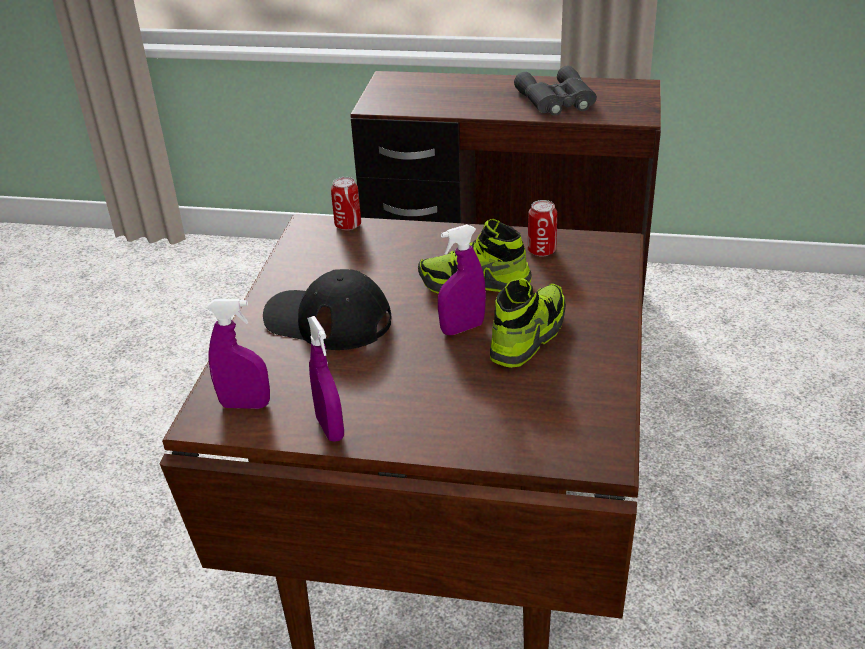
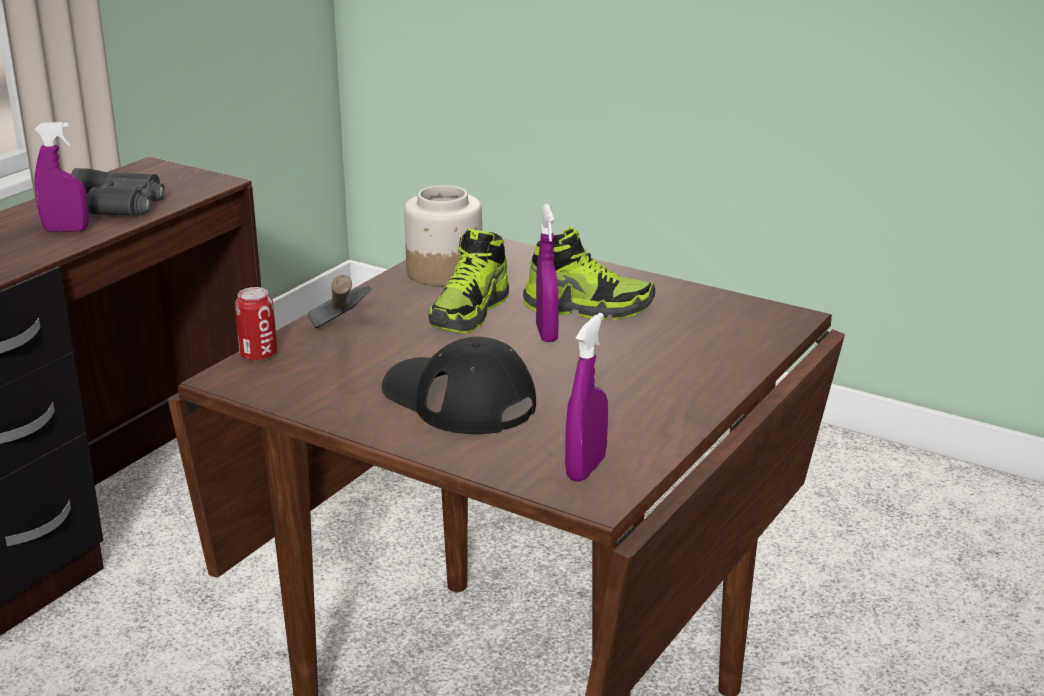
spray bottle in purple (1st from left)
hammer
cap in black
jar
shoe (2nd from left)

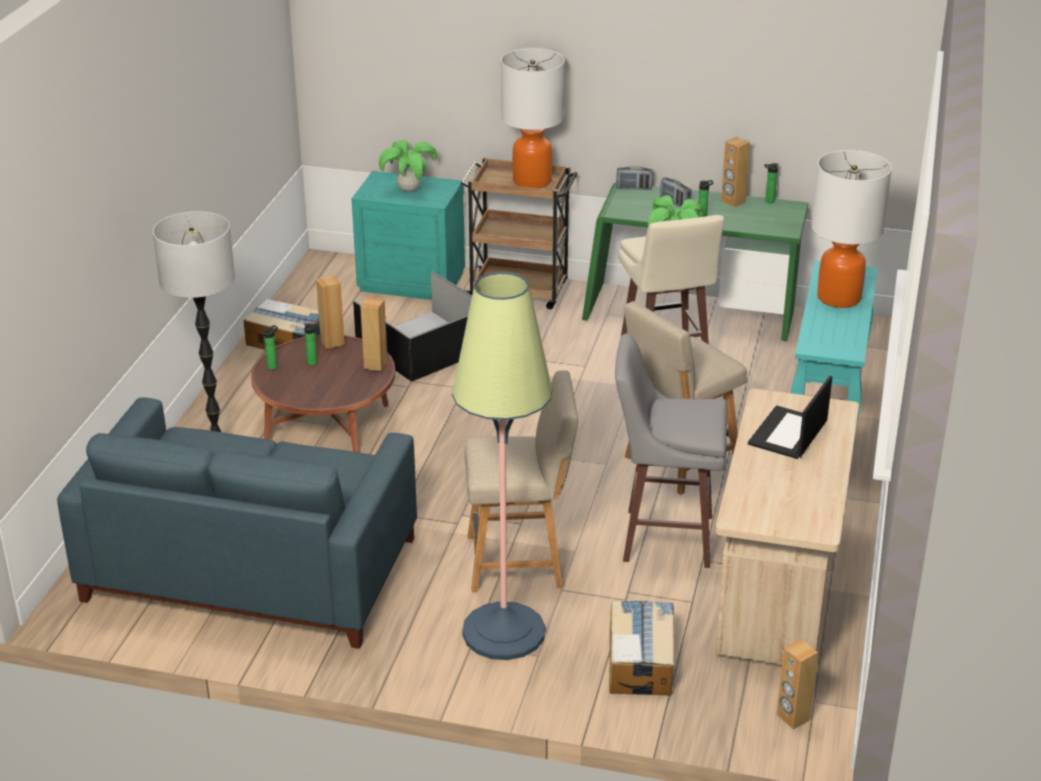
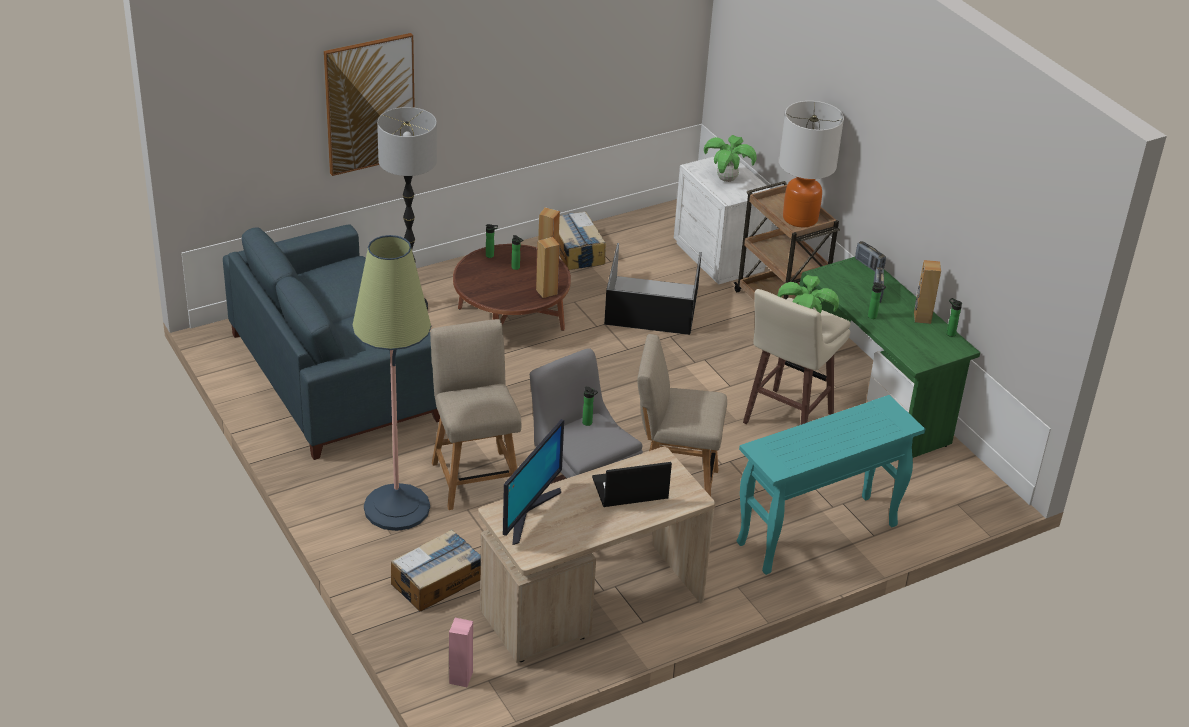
picture
chair in beige (1st from left)
speaker in pink
monitor
bottle (3rd from left)
nightstand in white
table lamp (2nd from left in the first image)

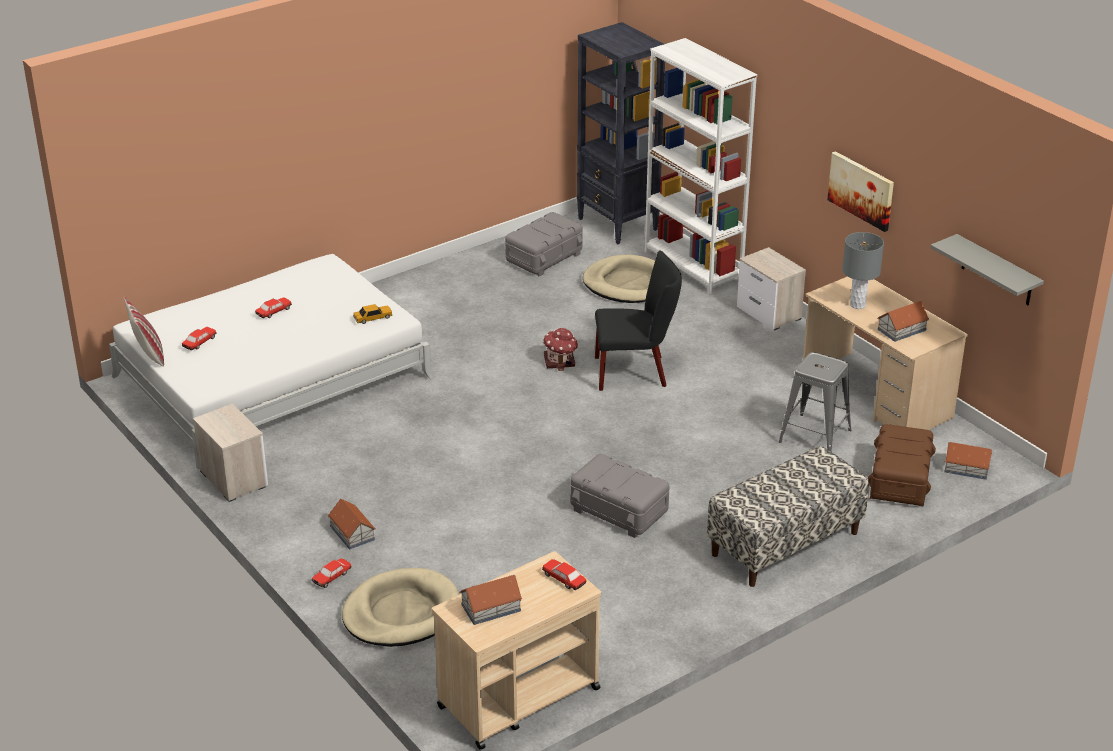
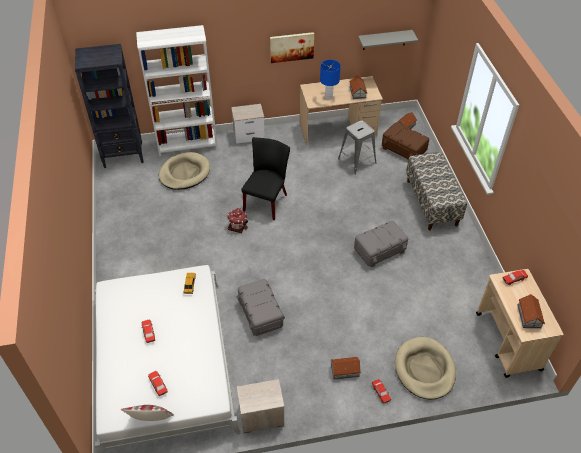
storage box in grey (1st from left)
table lamp in blue

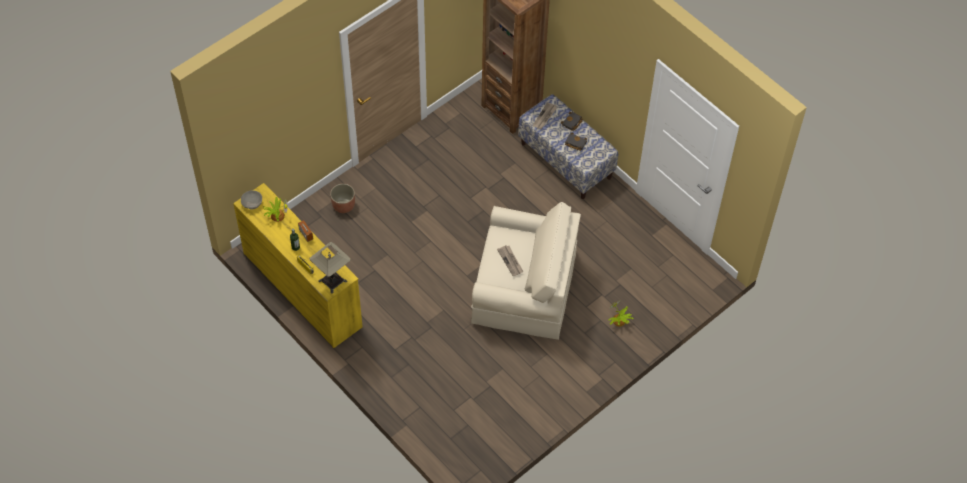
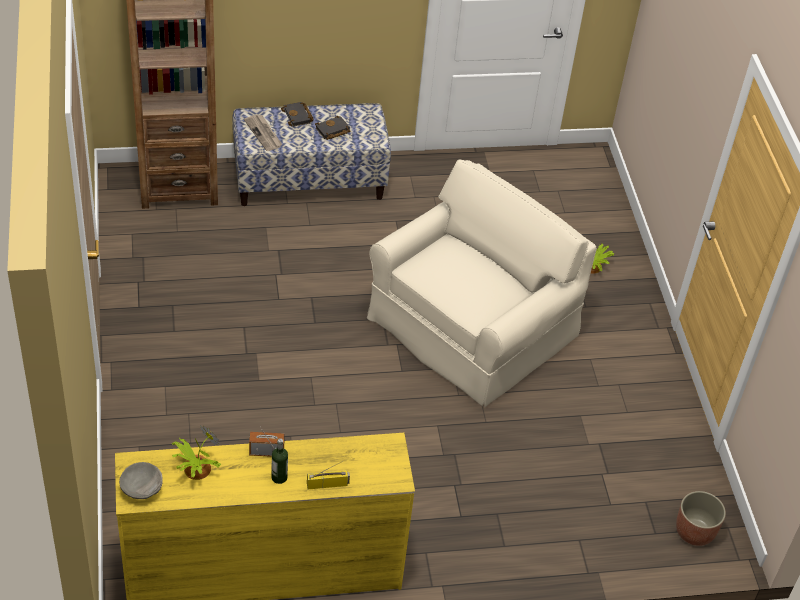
planter
table lamp
newspaper (1st from left in the first image)

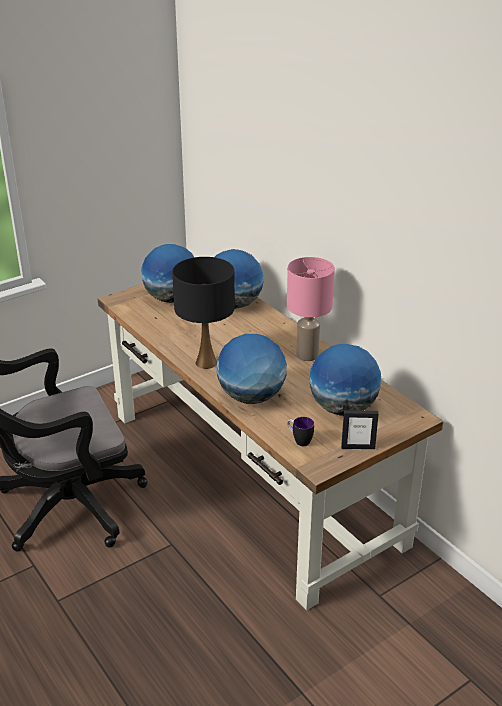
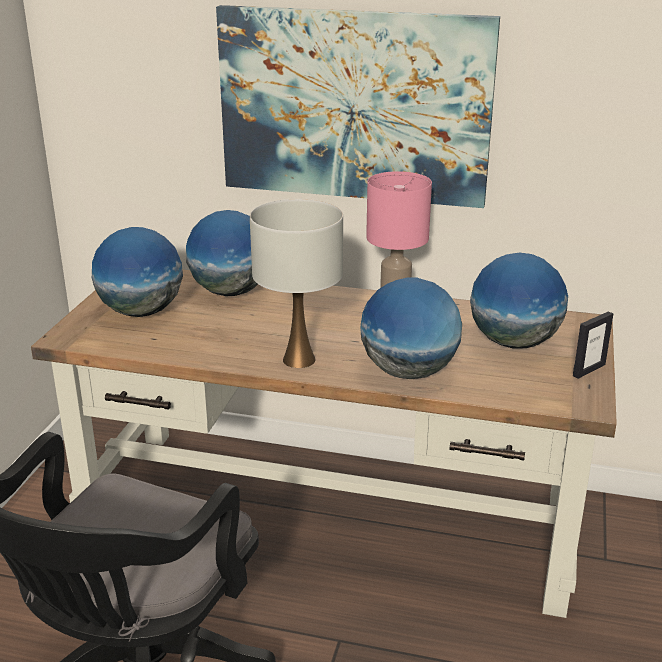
picture
table lamp in white
mug

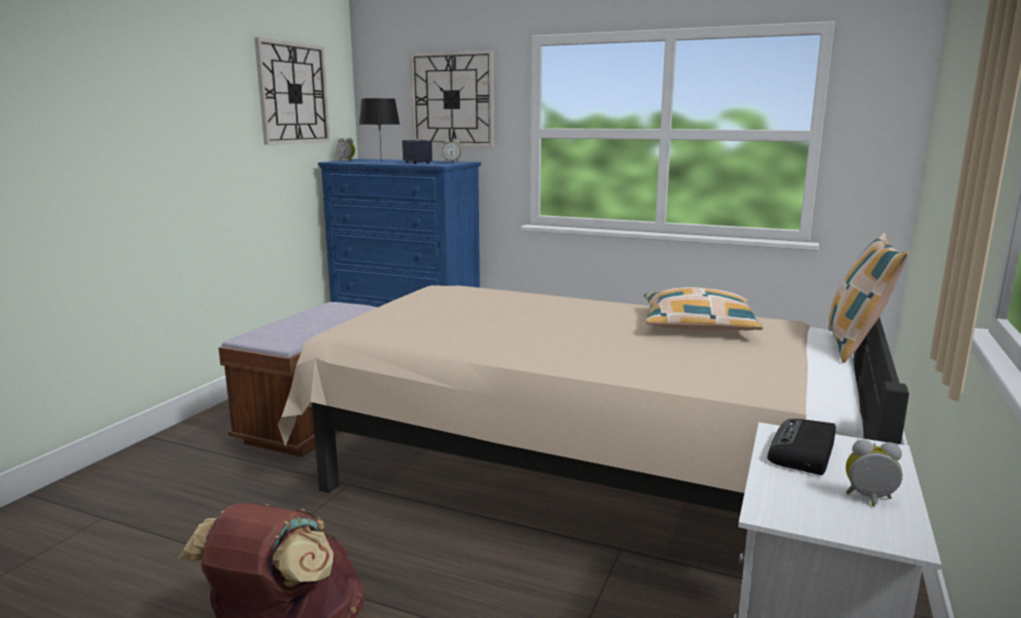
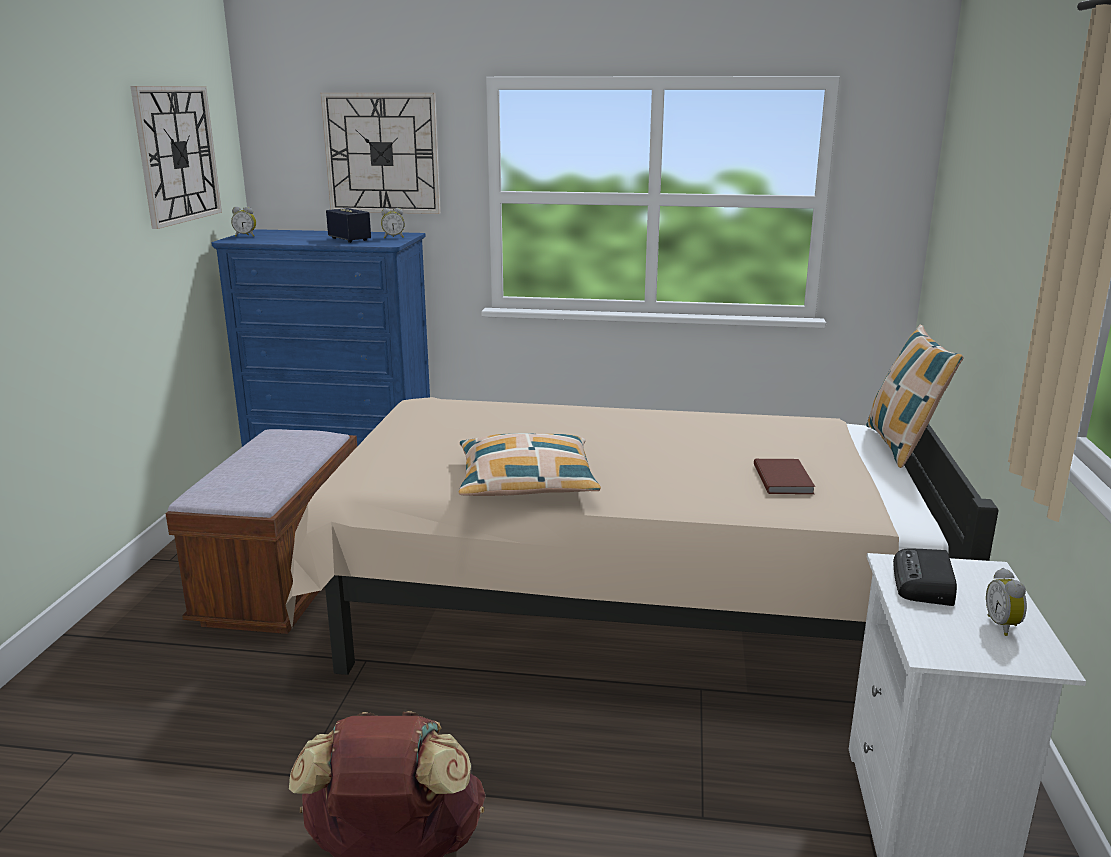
pillow (1st from left)
book in brown
alarm clock (3rd from left)
table lamp in black

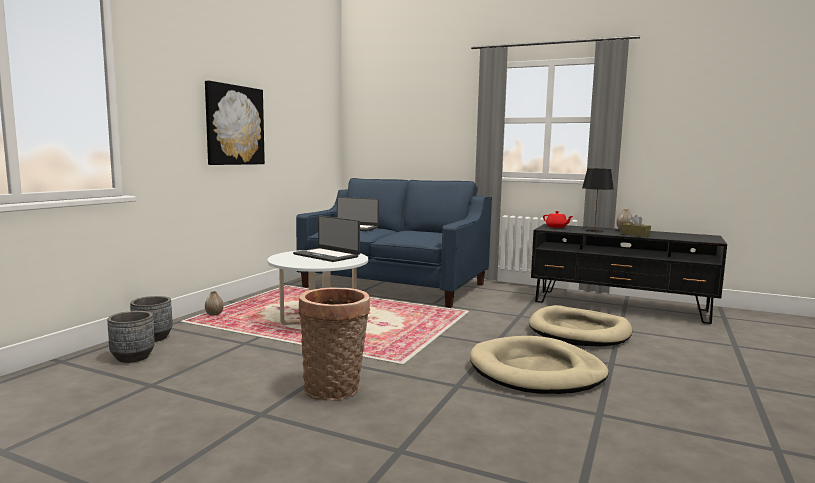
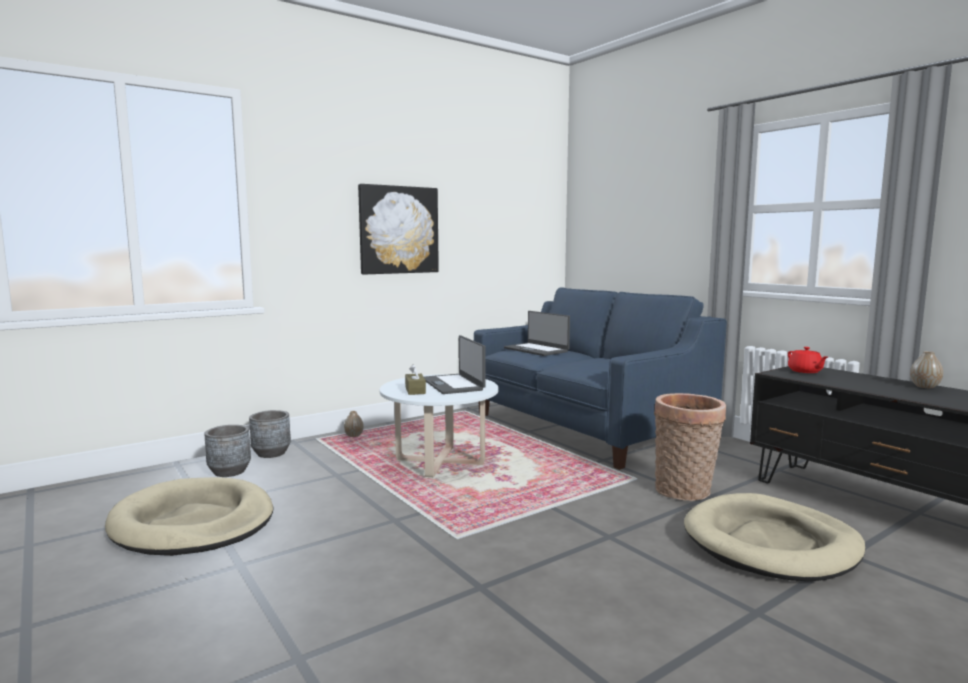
dog bed in beige (1st from left)
tissue box in brown
basket
table lamp in black

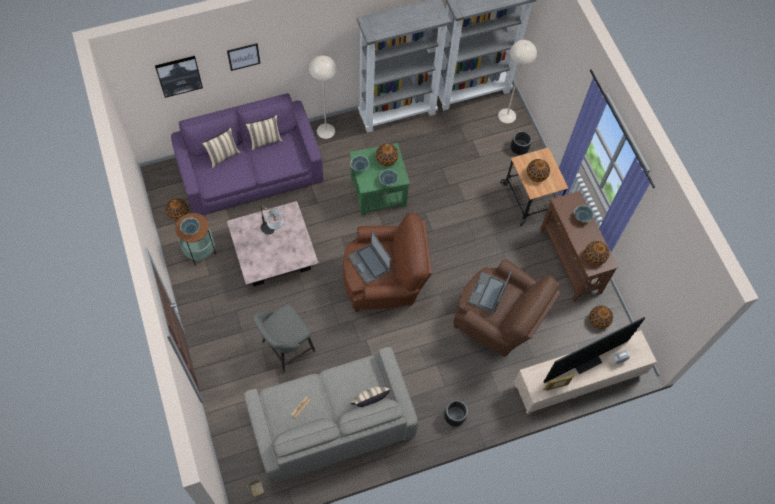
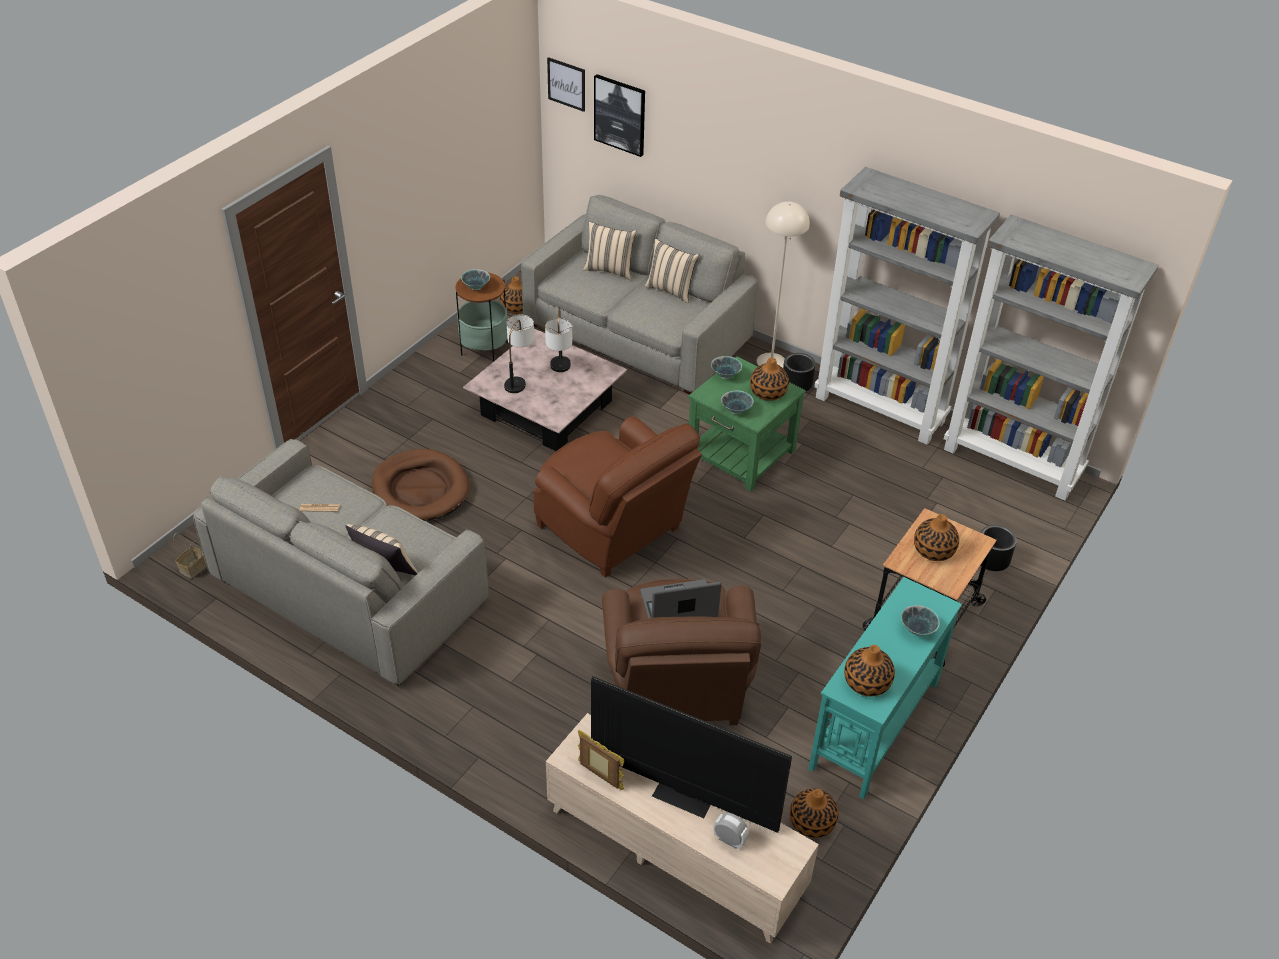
dog bed in brown
table lamp (1st from left)
sofa in grey (2nd from left)
picture (1st from left)
planter in black (1st from left)
console table in turquoise
laptop (1st from left in the first image)
floor lamp in beige (2nd from left in the first image)

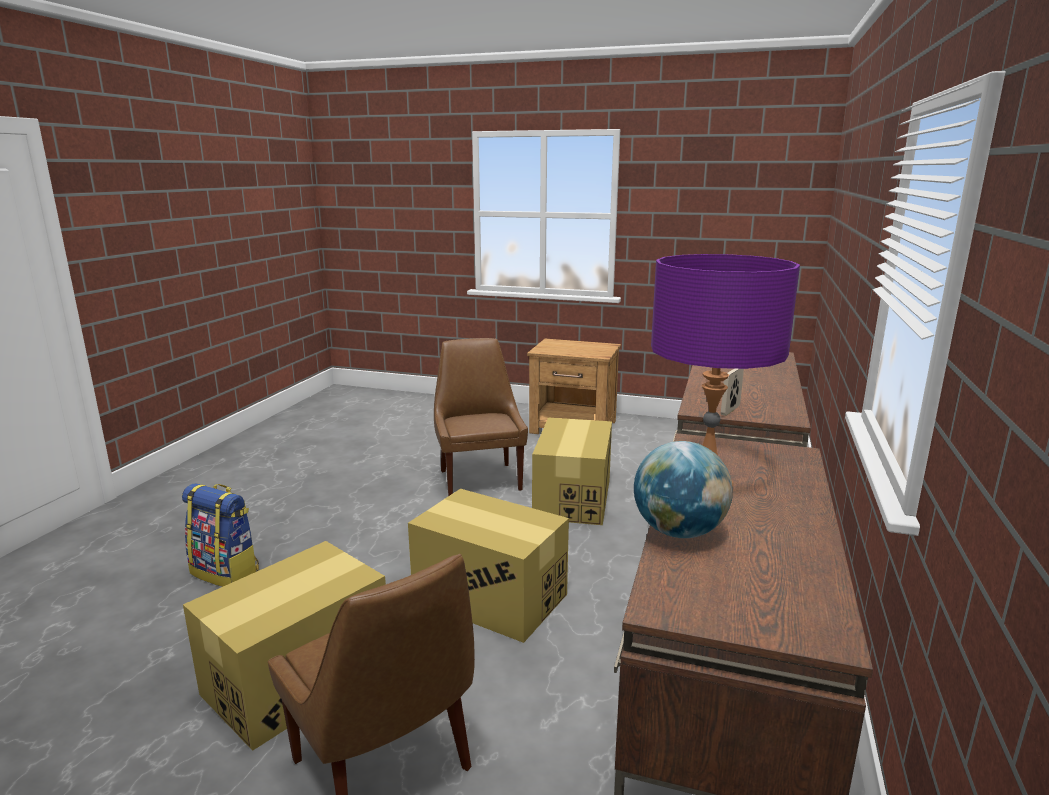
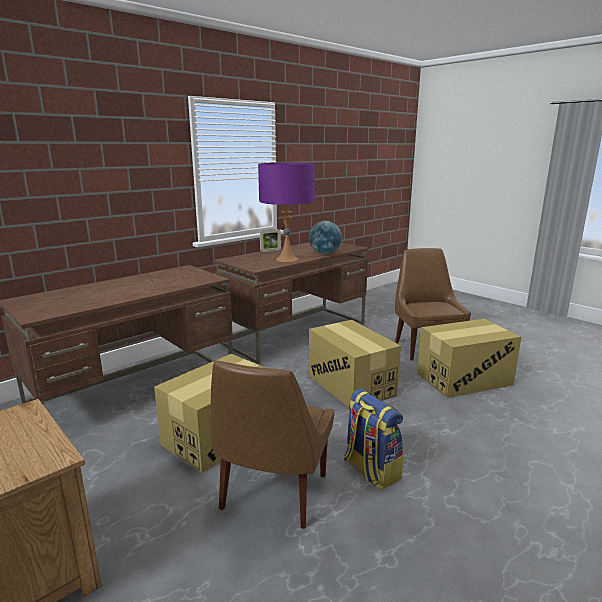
picture frame
backpack

